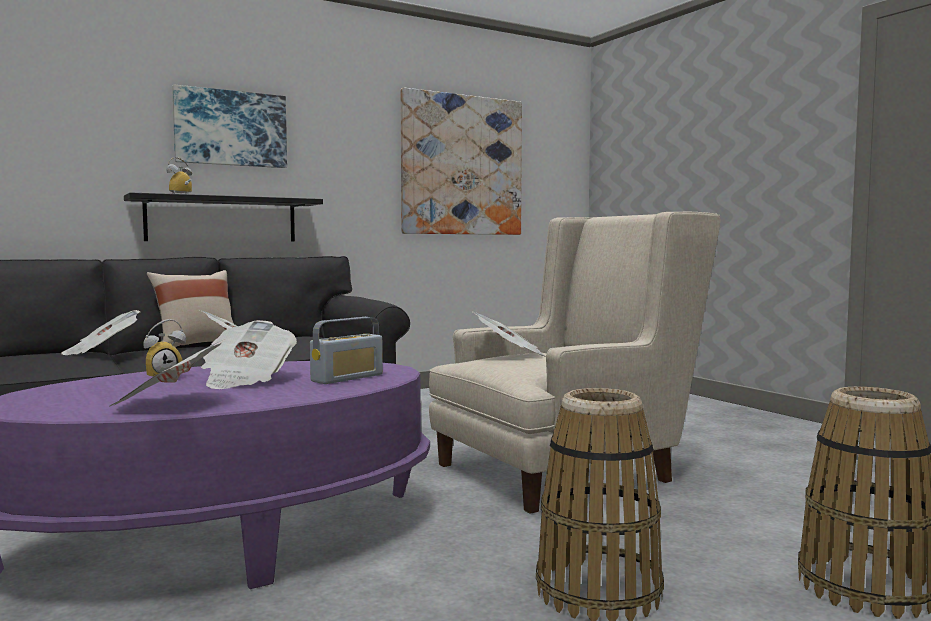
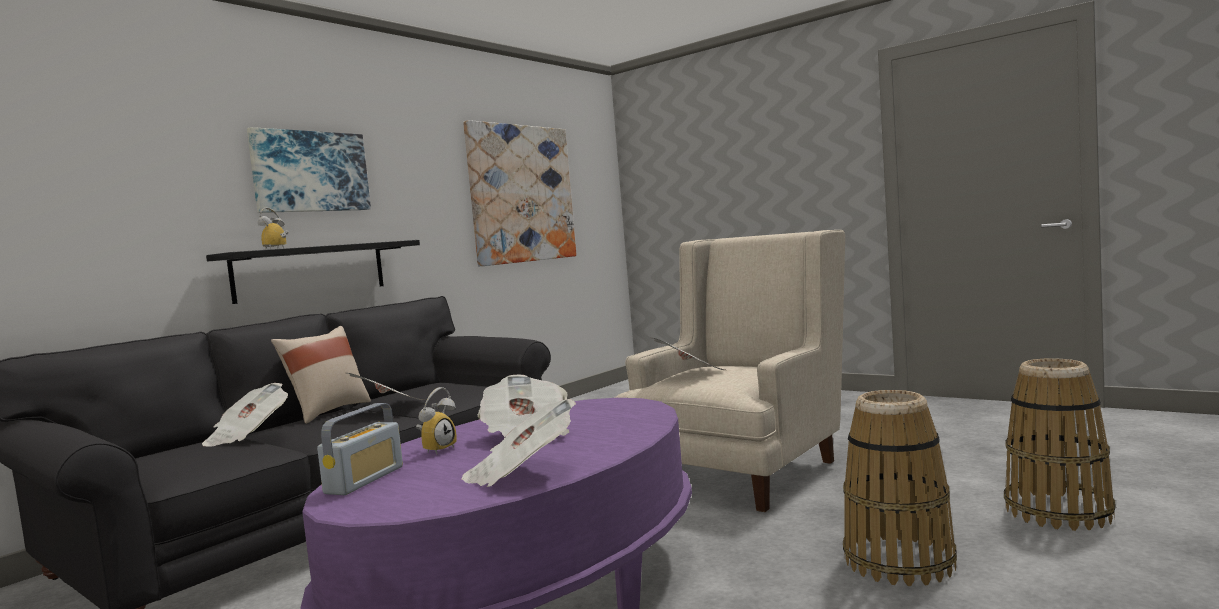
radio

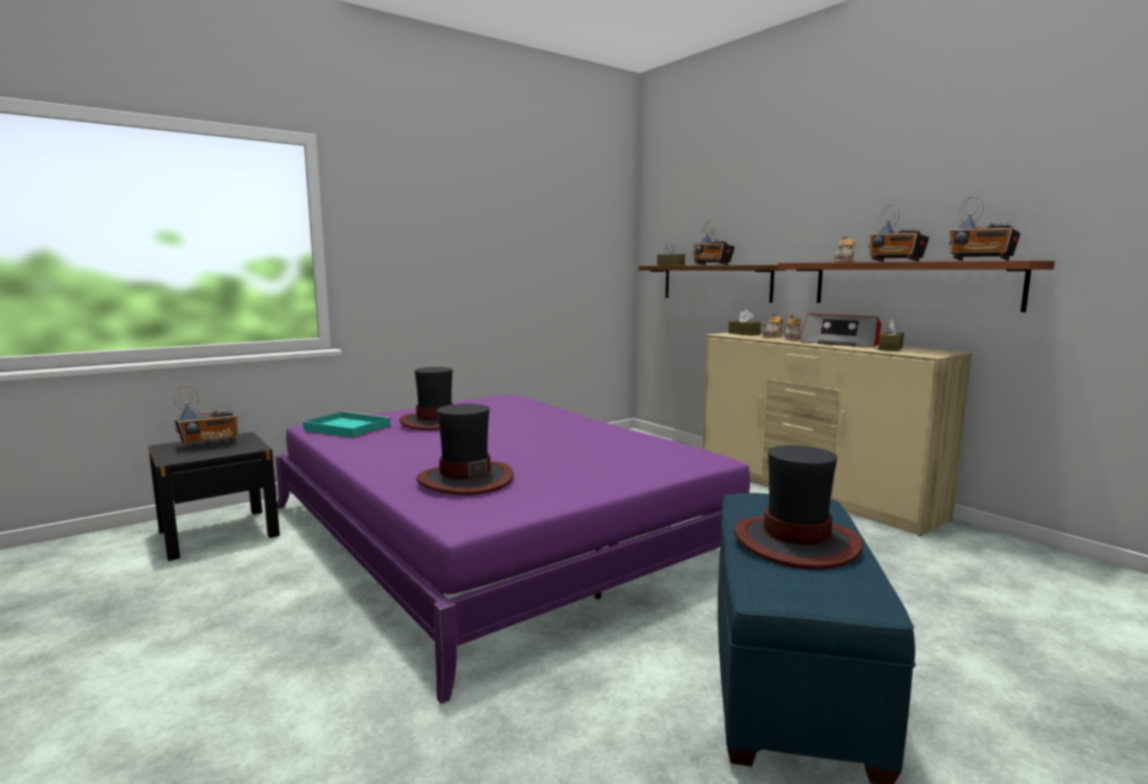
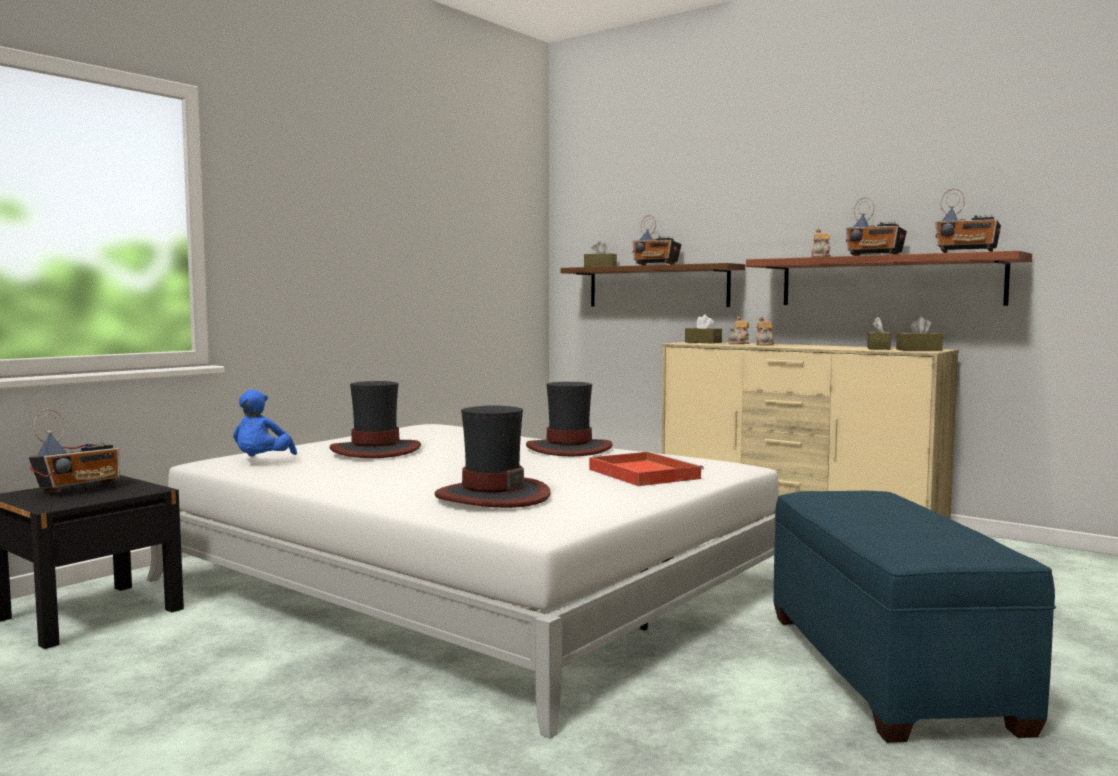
bed in white
plush toy in blue
hat (3rd from left)
tray in red
tissue box in brown (4th from left)
radio (3rd from left in the first image)

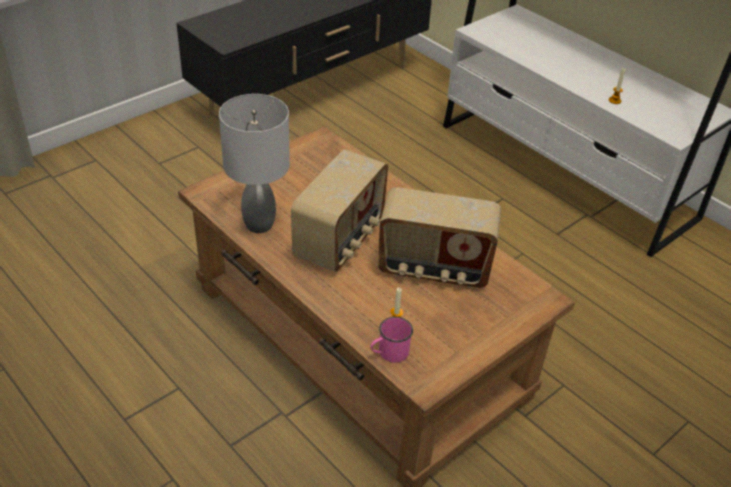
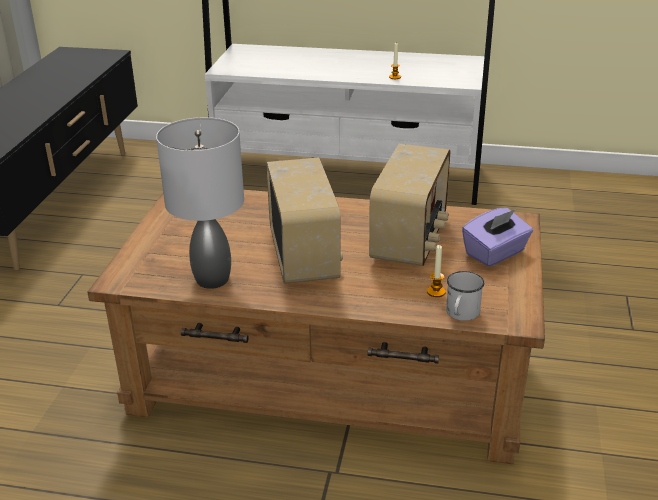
radio (2nd from left)
mug in white
tissue box in purple

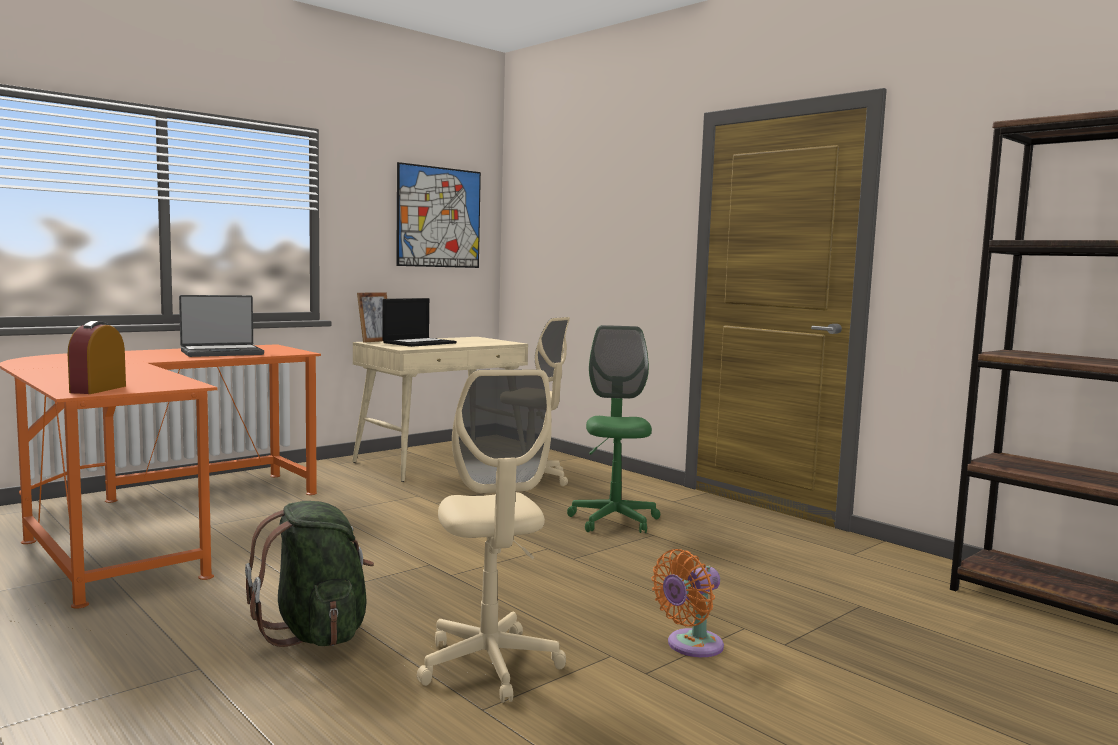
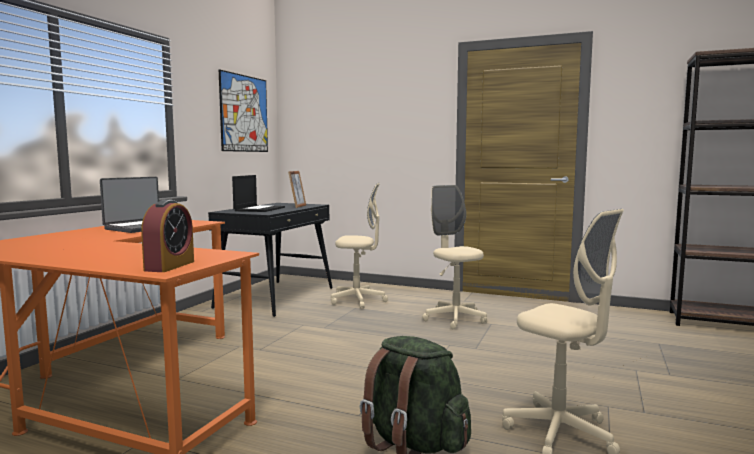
alarm clock
desk in black
picture frame
office chair in beige (2nd from left)
fan in orange

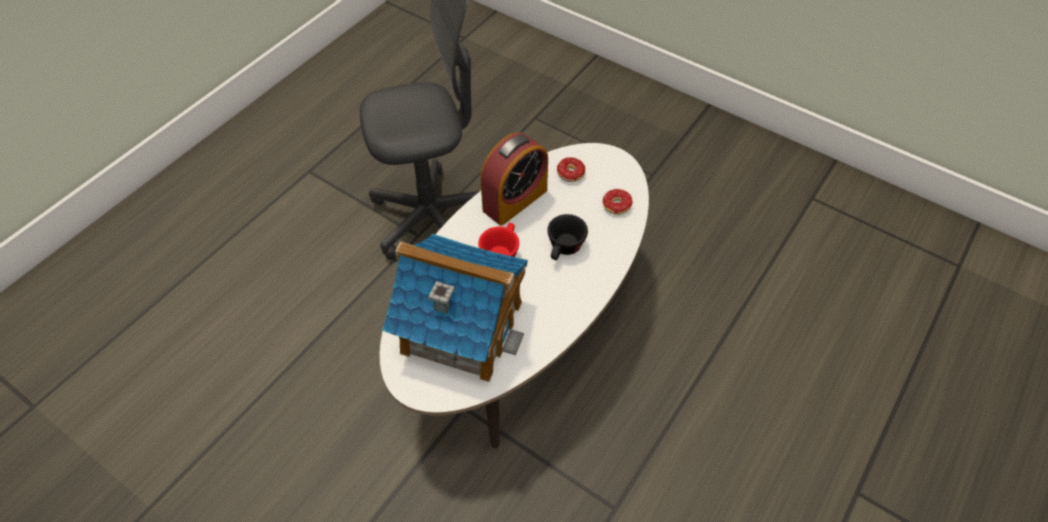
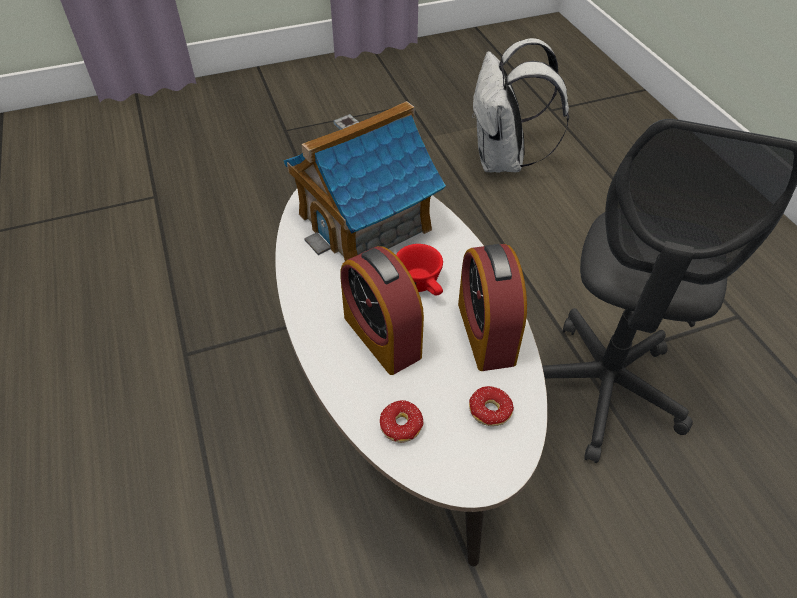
alarm clock (1st from left)
backpack in white

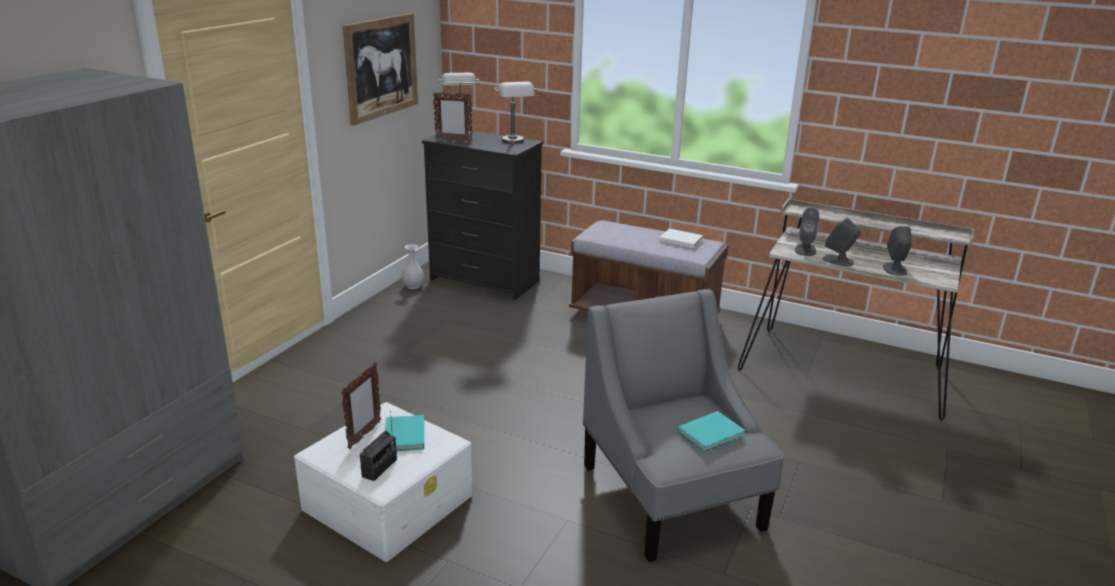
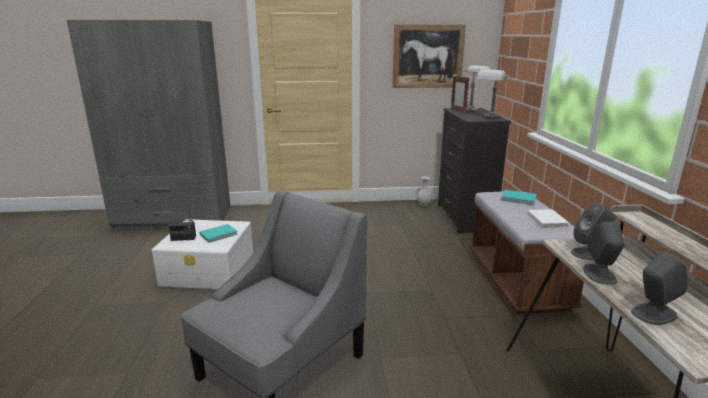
book in turquoise (2nd from left)
picture frame (1st from left in the first image)

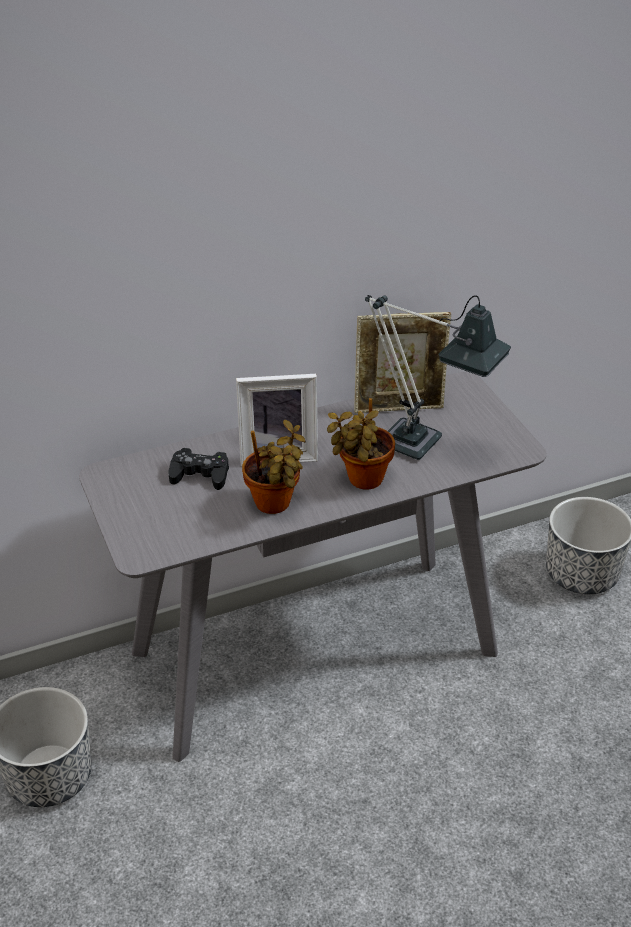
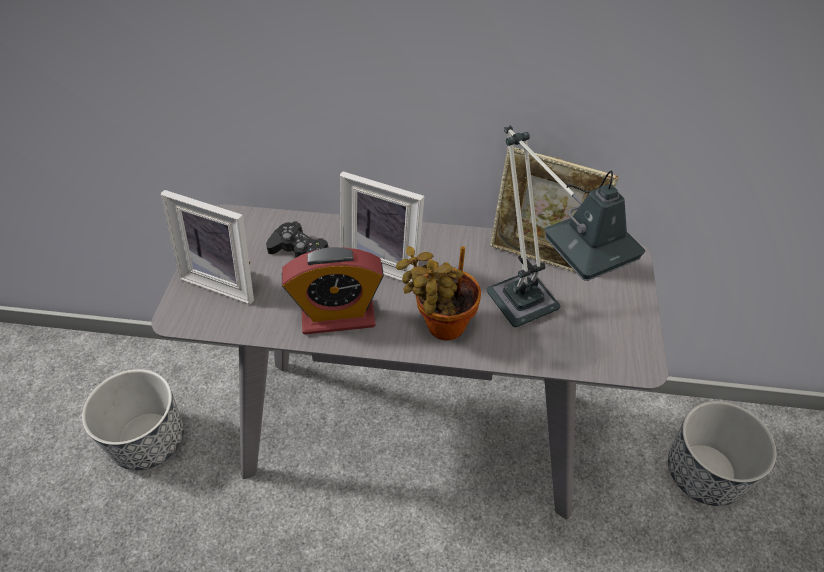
picture frame (1st from left)
alarm clock

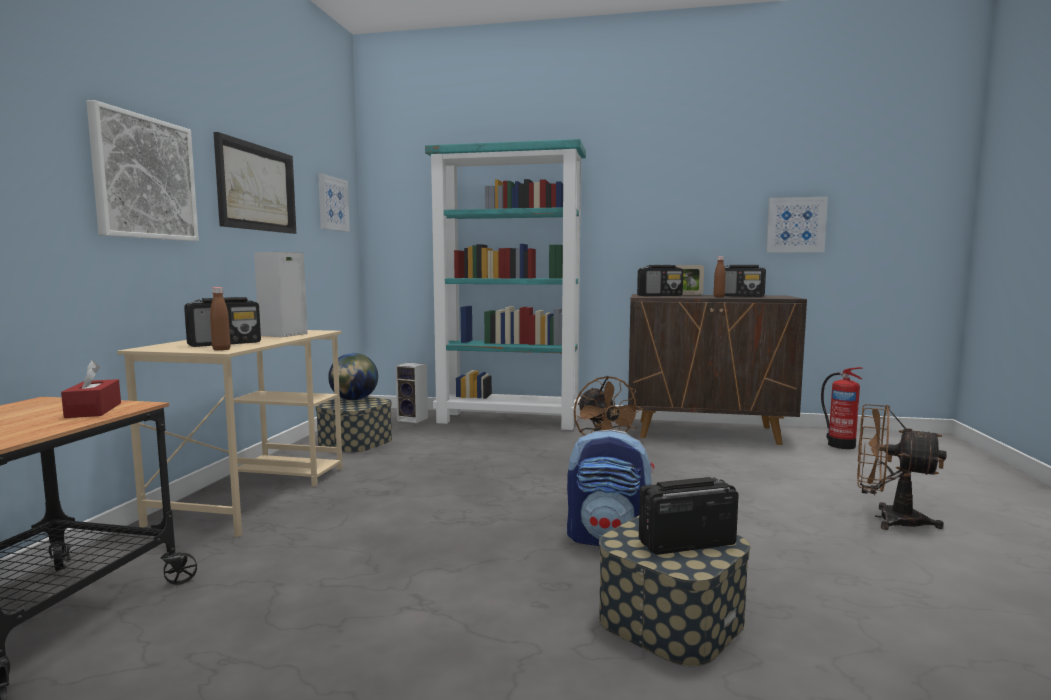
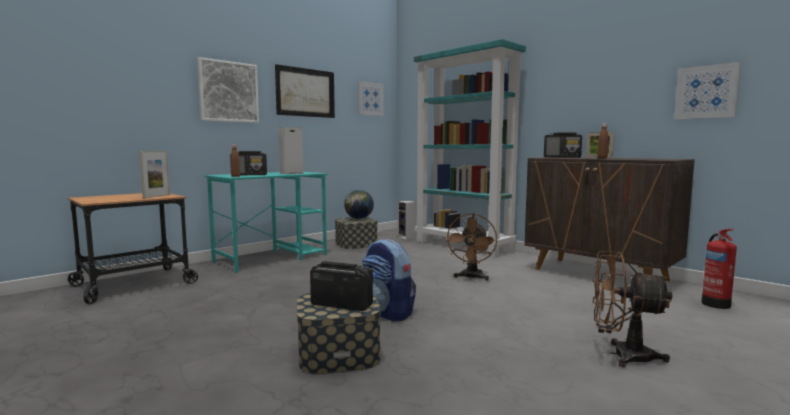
picture frame (1st from left)
desk in turquoise
fan in brown (2nd from left)
radio (4th from left in the first image)

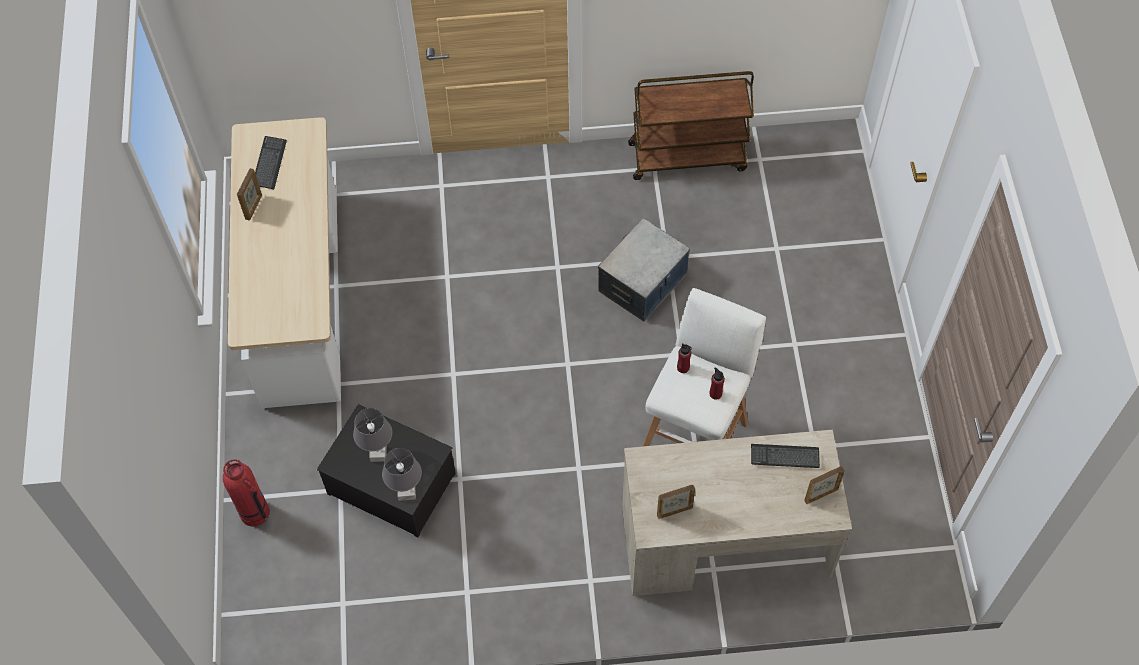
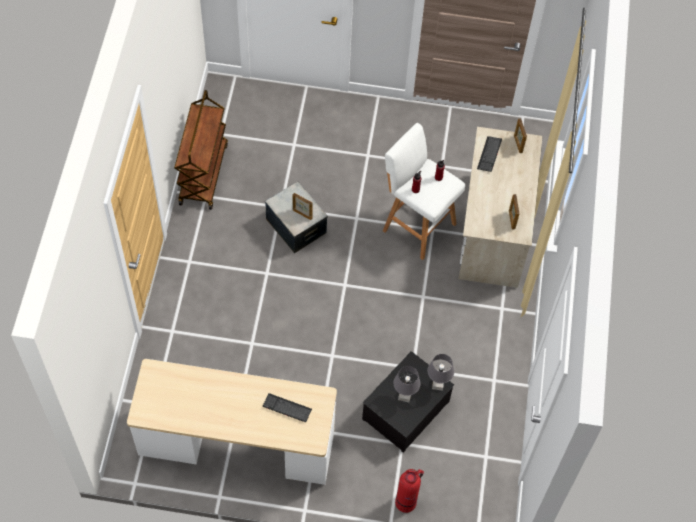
keyboard (1st from left)
picture frame (1st from left)

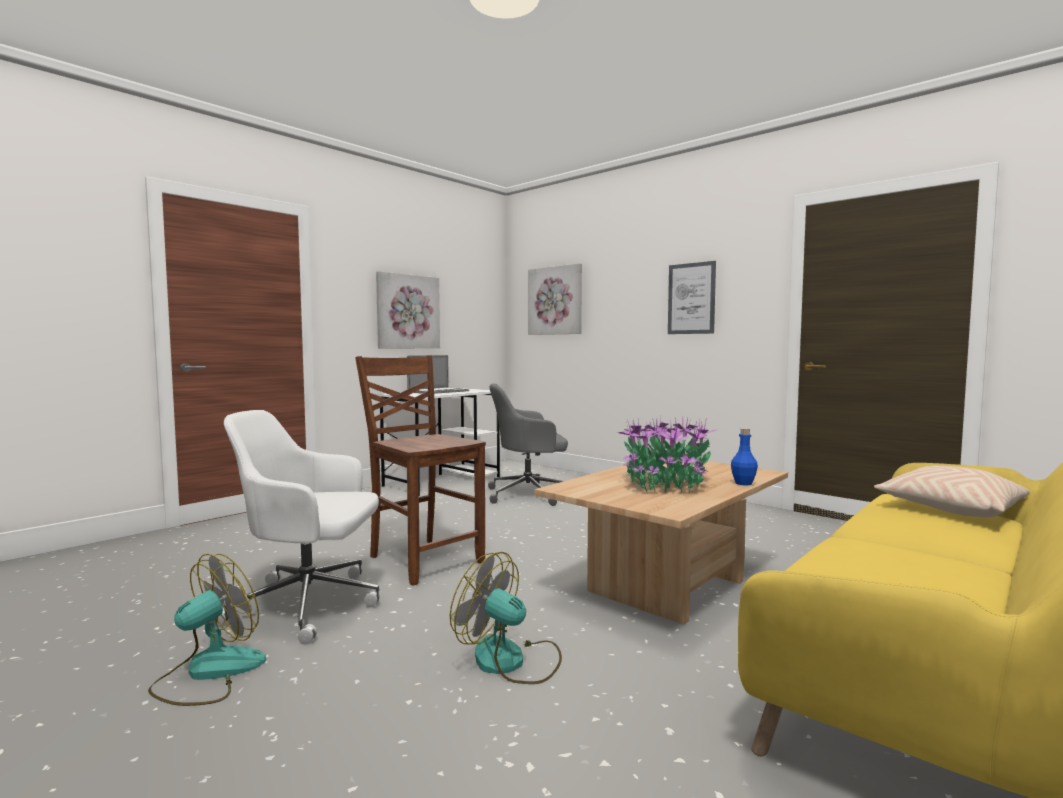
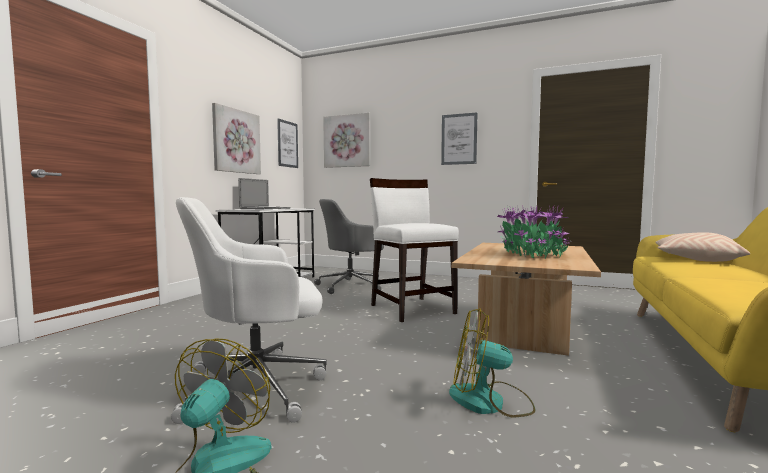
picture (2nd from left)
chair in white
chair in brown
bottle in blue

